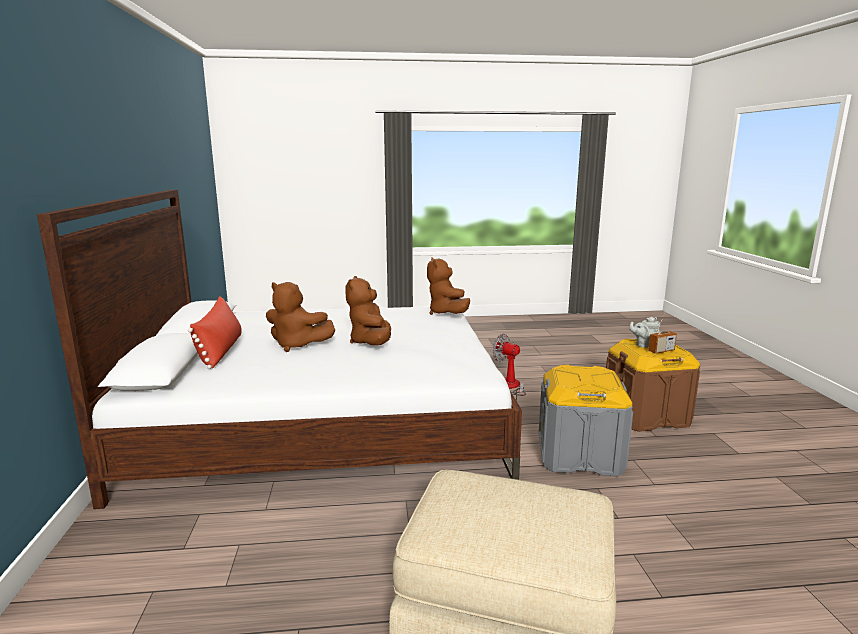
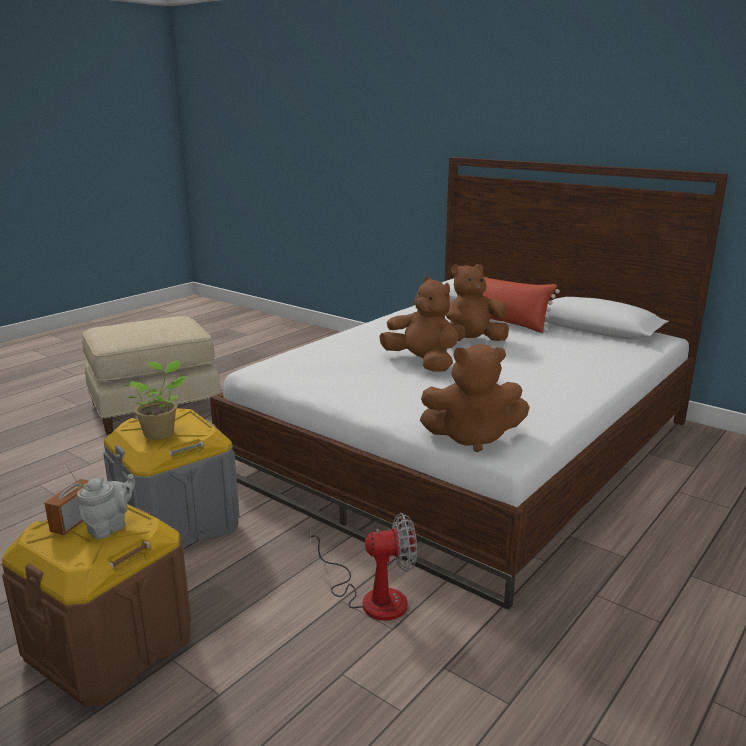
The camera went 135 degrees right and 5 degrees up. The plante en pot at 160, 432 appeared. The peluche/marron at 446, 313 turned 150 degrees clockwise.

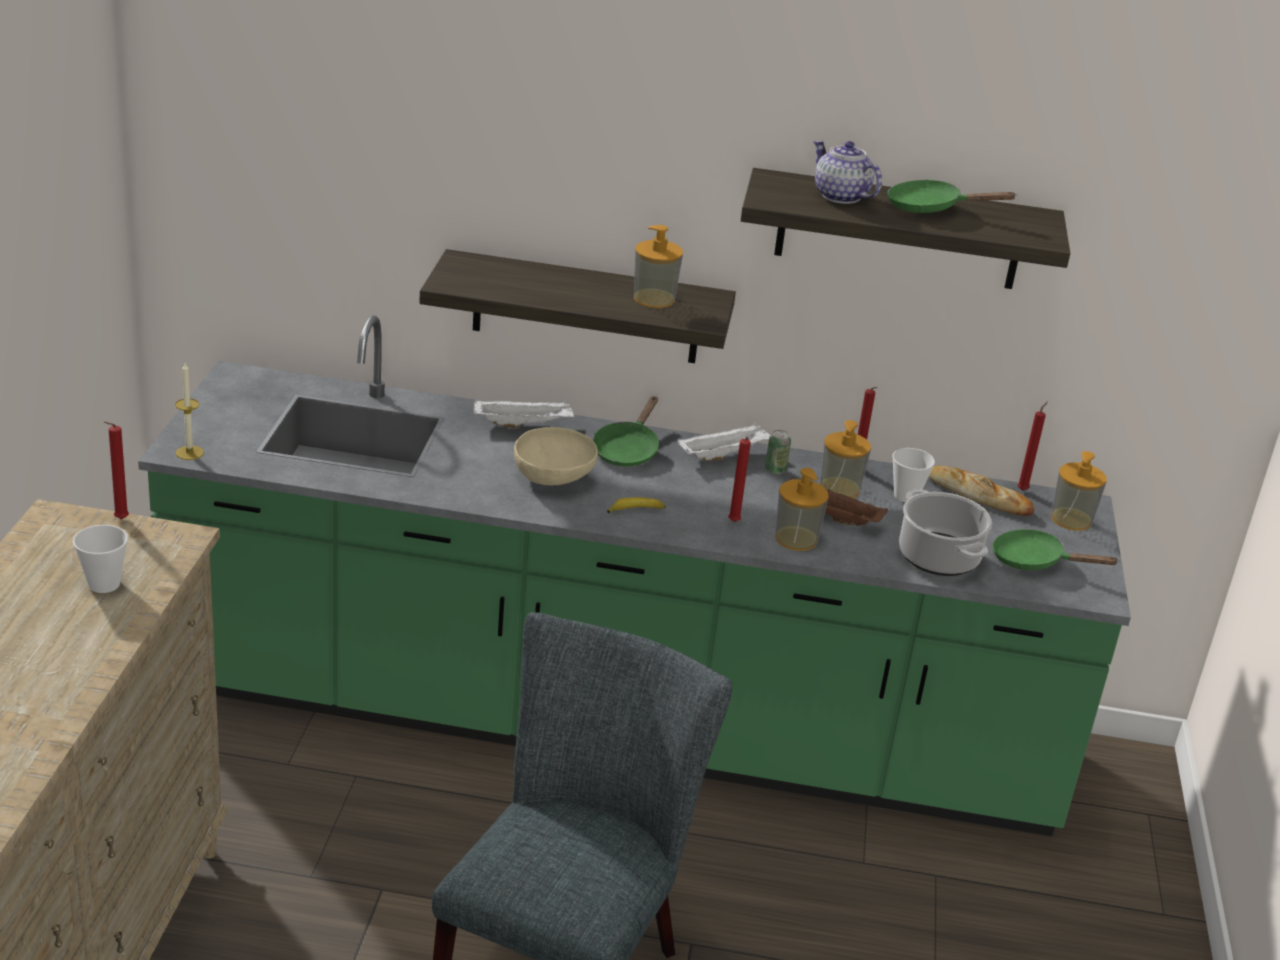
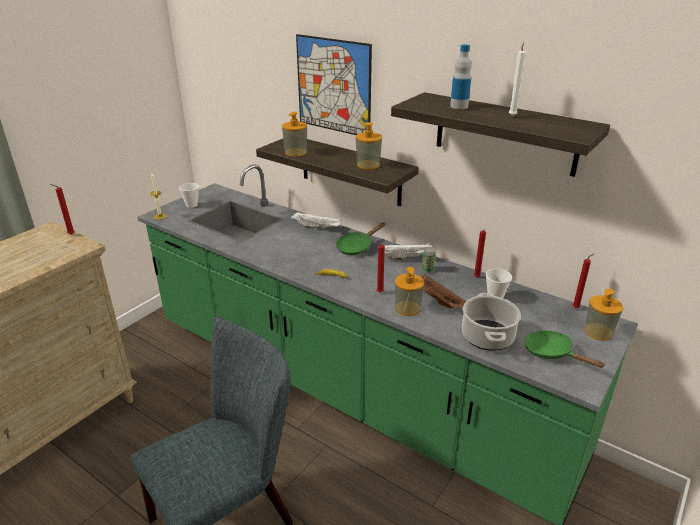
The camera went 30 degrees right and 0 degrees up. The tasse moved from 104, 584 to 191, 205. The distributeur de savon moved from 839, 488 to 295, 152. The tableau at 333, 85 appeared. The théière at 840, 196 was replaced by the bouteille at 459, 106. The poêle/vert at 930, 208 was replaced by the bougie/blanc at 512, 115. The bol/beige at 554, 478 disappeared. The pain at 978, 496 disappeared.

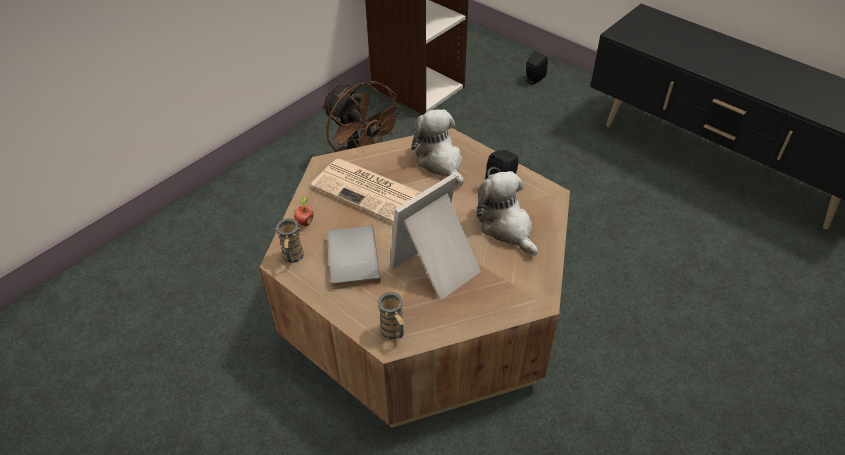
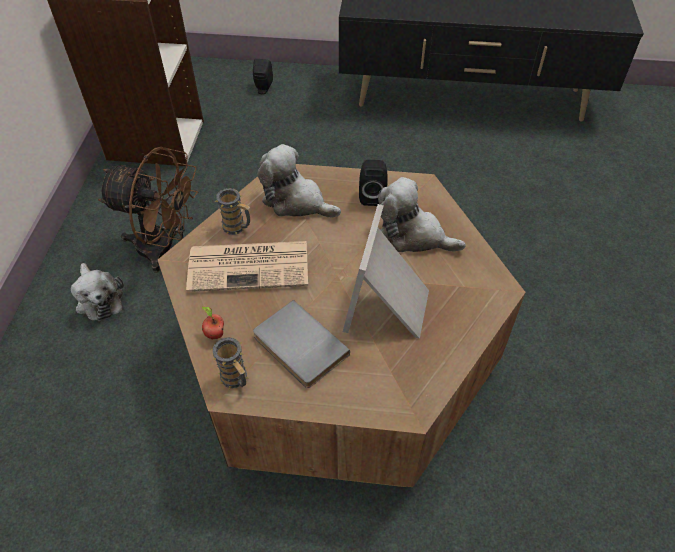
The camera went 35 degrees left and 5 degrees up. The peluche at 99, 299 appeared. The mug moved from 394, 333 to 237, 228.

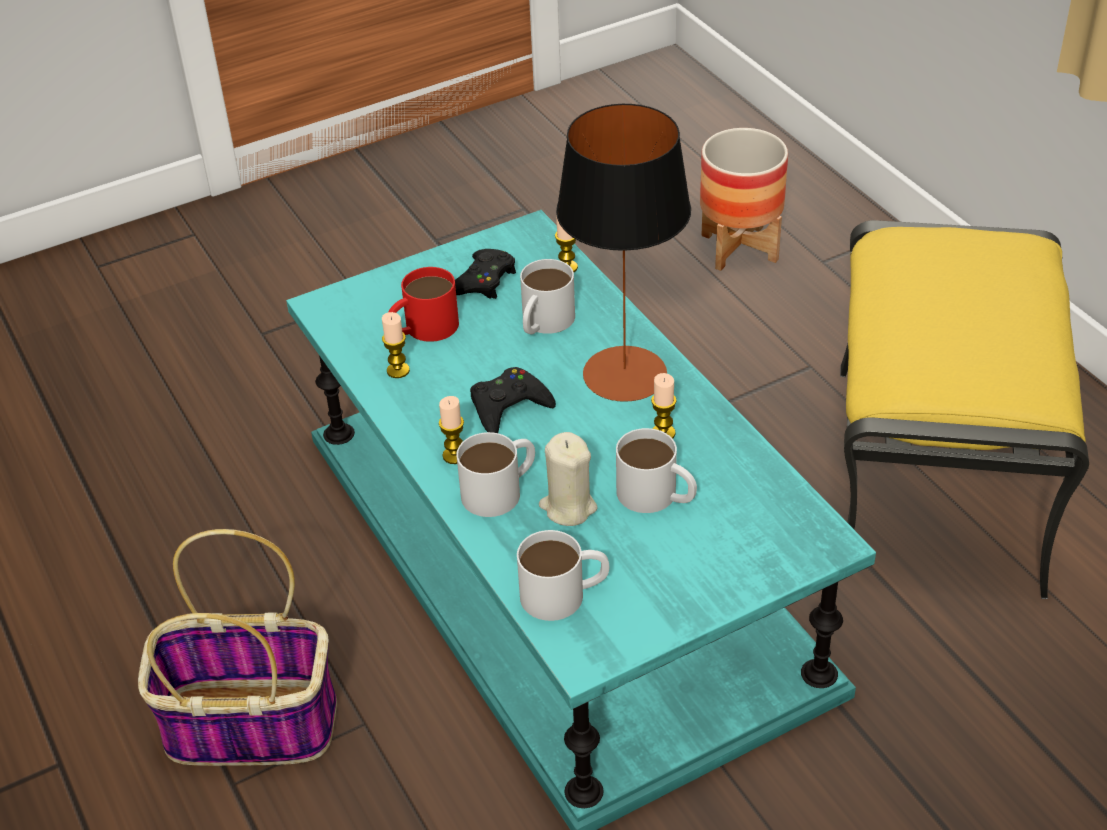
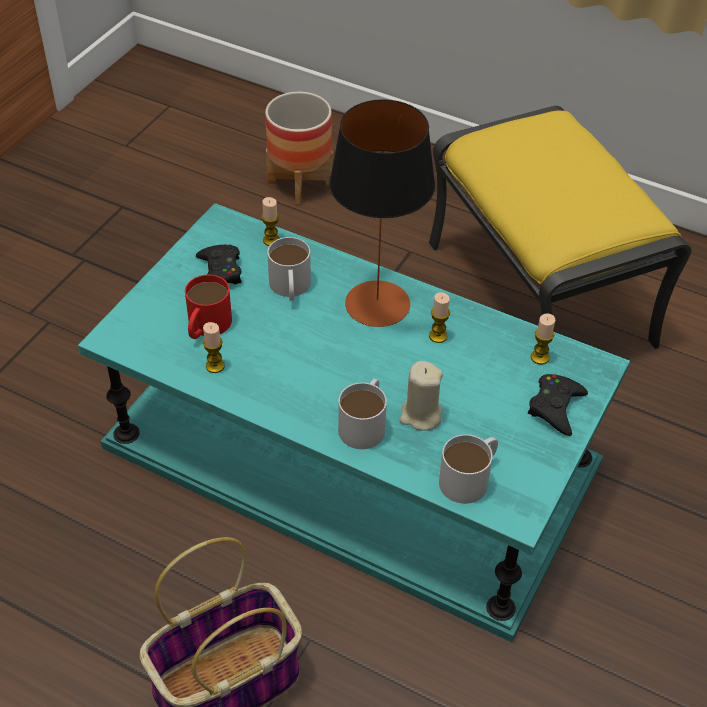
The camera went 35 degrees left and 5 degrees up. The manette/noir moved from 508, 407 to 555, 407. The bougie moved from 454, 455 to 540, 357. The mug/blanc at 657, 496 disappeared.

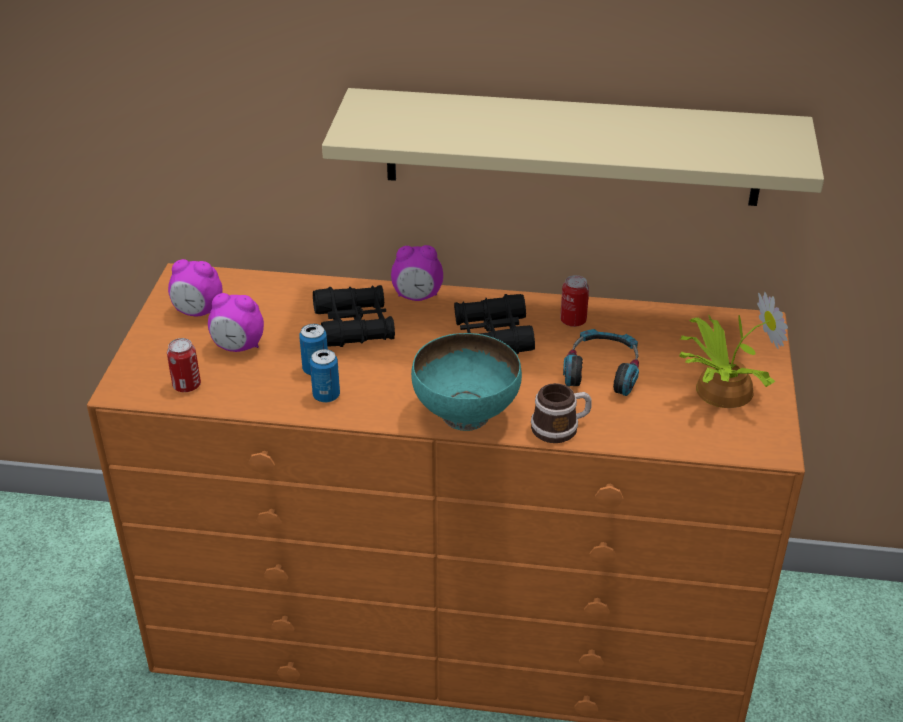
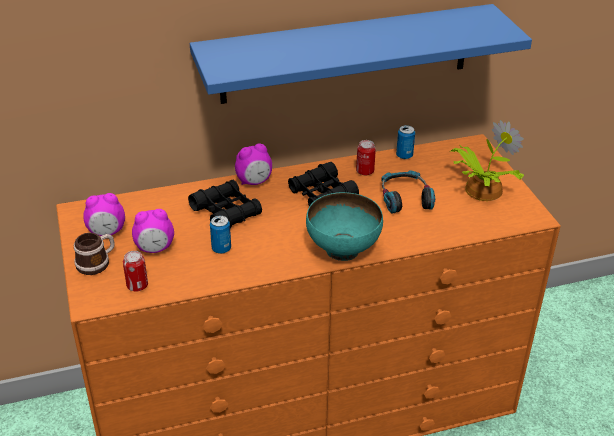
The camera went 25 degrees left and 0 degrees up. The mug moved from 561, 427 to 97, 263. The étagère/beige at 572, 147 became the étagère/bleu at 346, 54. The boîte métallique moved from 326, 396 to 404, 155.

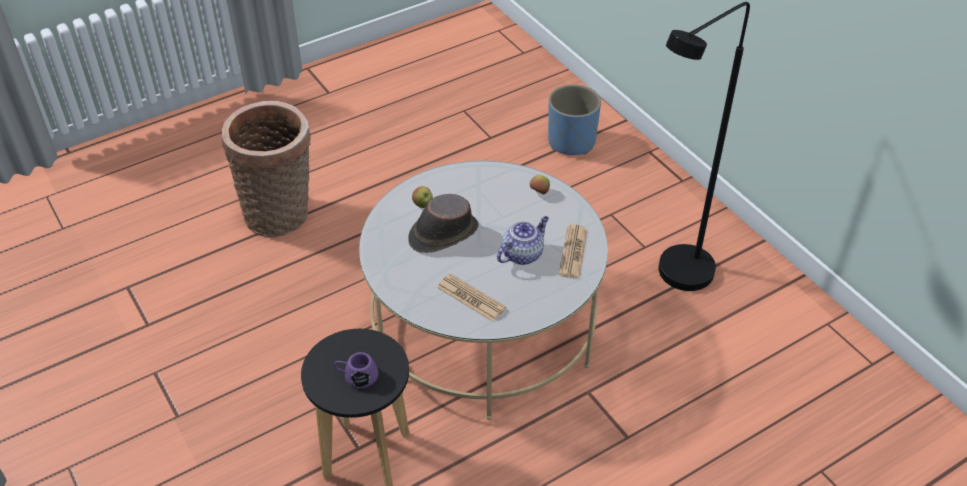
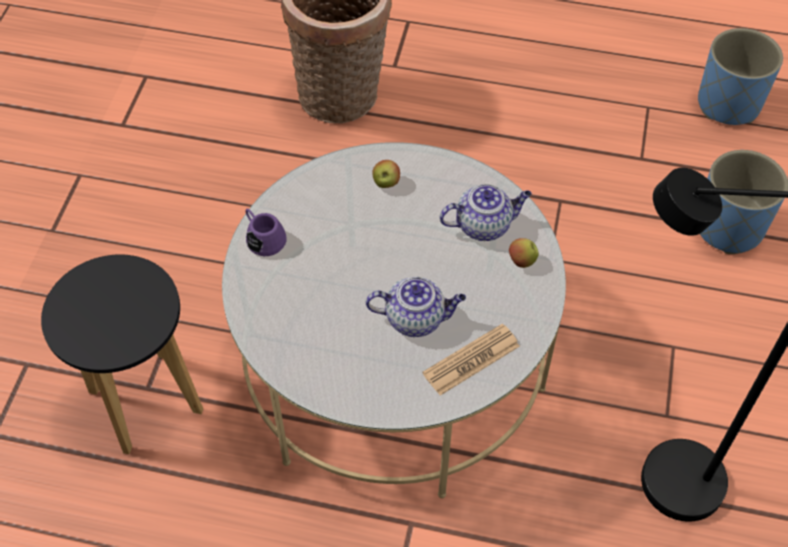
The camera went 45 degrees right and 10 degrees up. The mug/violet moved from 357, 376 to 263, 238. The théière at 484, 225 appeared. The cache-pot/bleu at 728, 104 appeared. The chapeau/marron at 442, 234 disappeared. The journal at 471, 298 disappeared.

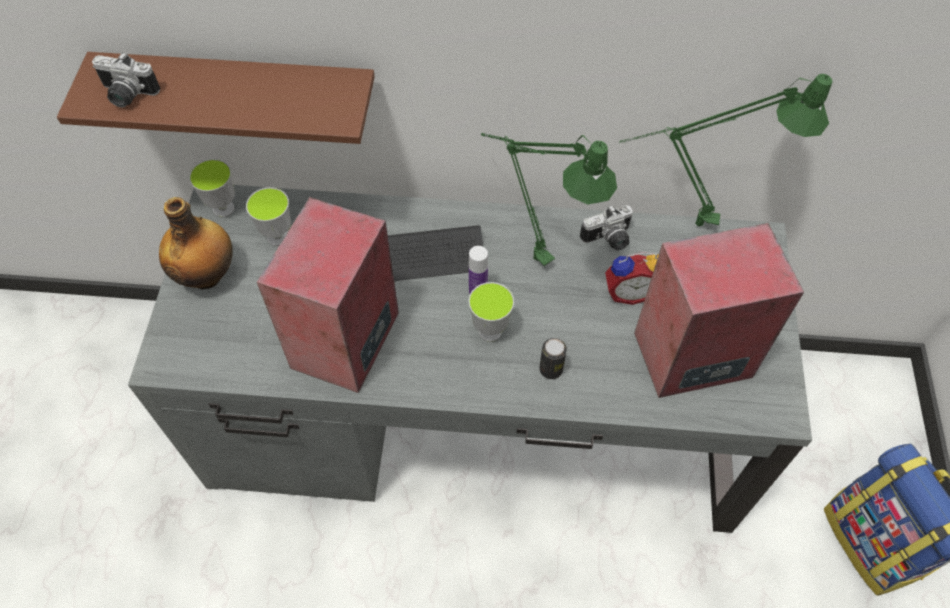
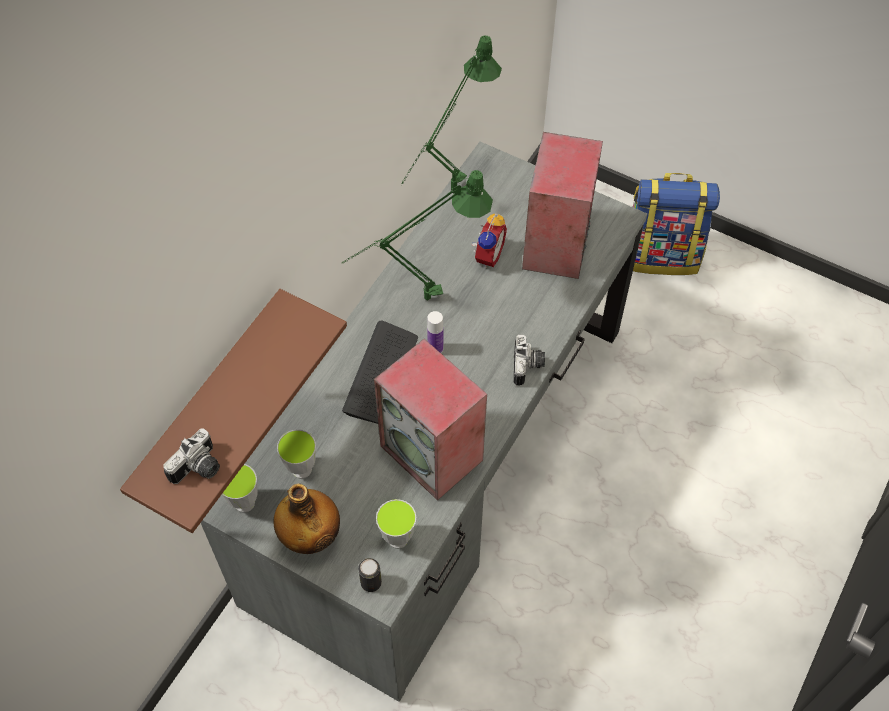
The camera went 65 degrees left and 0 degrees up. The boîte métallique moved from 551, 369 to 371, 582. The tasse moved from 490, 331 to 398, 538. The appareil photo moved from 609, 240 to 528, 366.

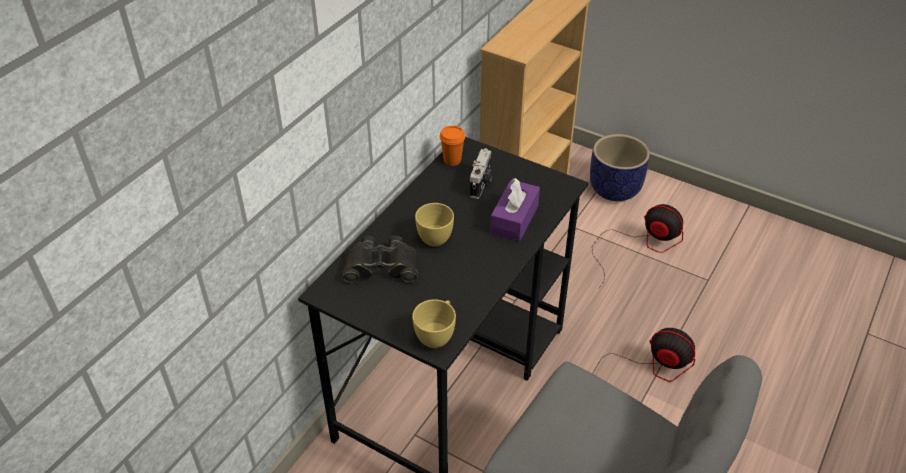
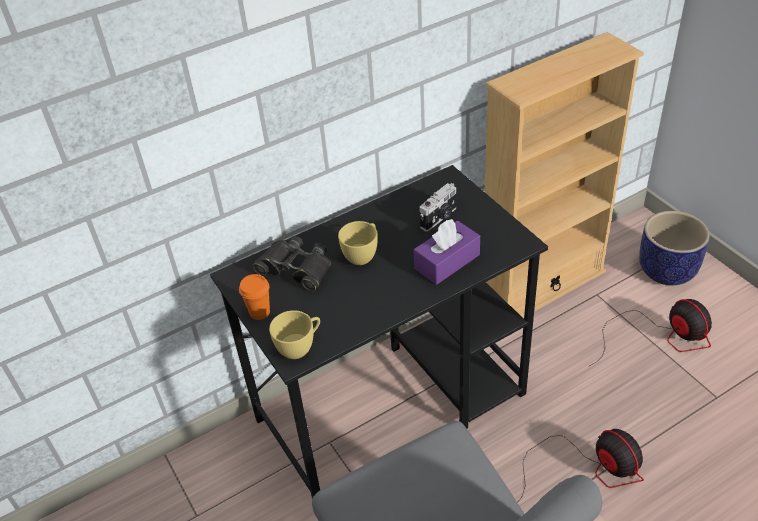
The camera went 30 degrees right and 0 degrees up. The tasse/orange moved from 452, 160 to 259, 312.

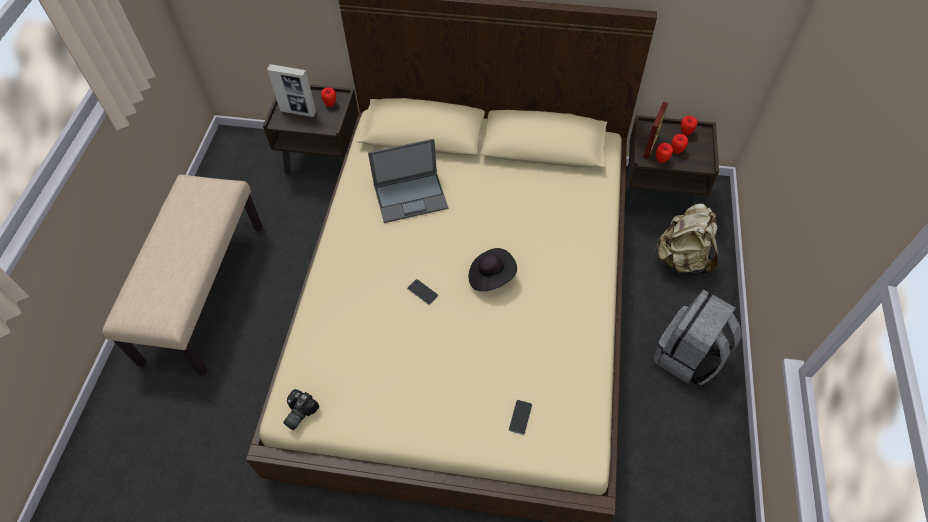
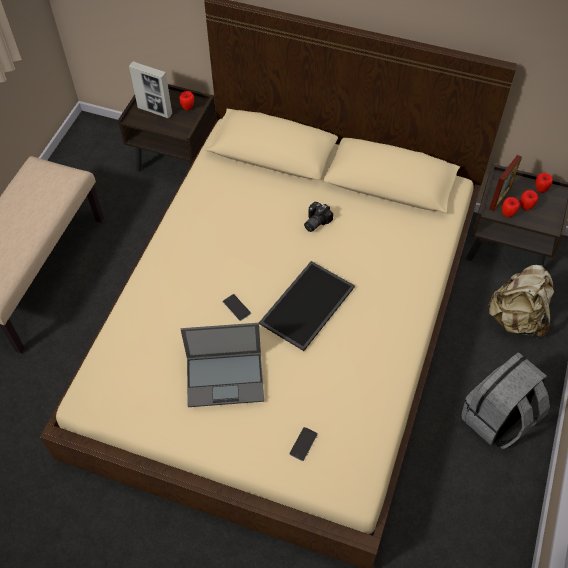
The camera went 10 degrees right and 0 degrees up. The ordinateur portable moved from 411, 197 to 226, 378. The chapeau/noir at 491, 276 was replaced by the plateau at 306, 304. The appareil photo moved from 298, 413 to 315, 222.

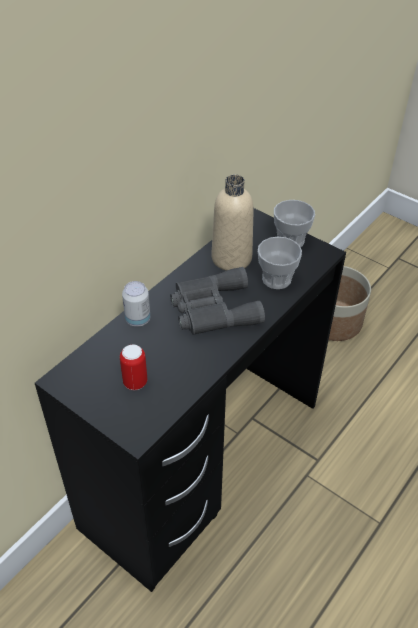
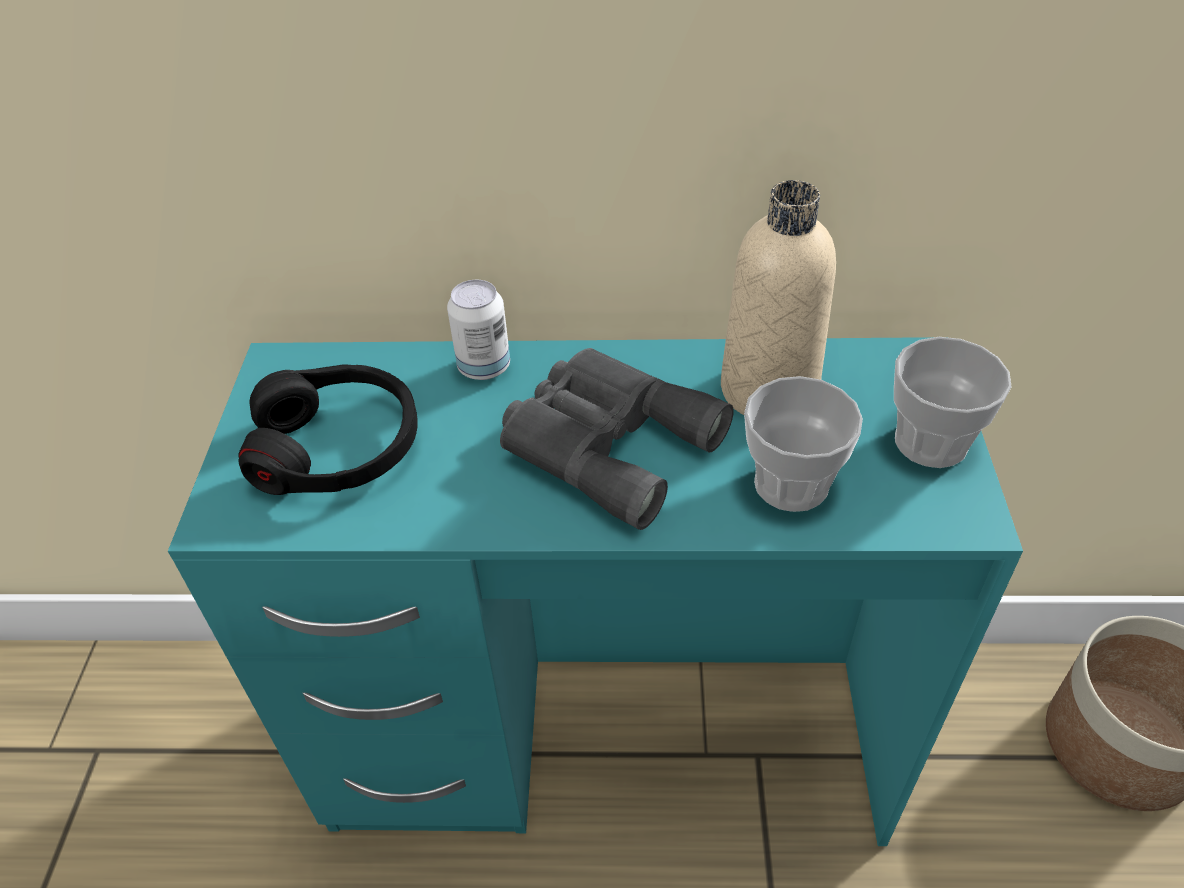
The camera went 55 degrees right and 0 degrees up. The bureau/noir at 203, 462 became the bureau/turquoise at 606, 742. The boîte métallique at 135, 382 was replaced by the casque audio/noir at 337, 447.

